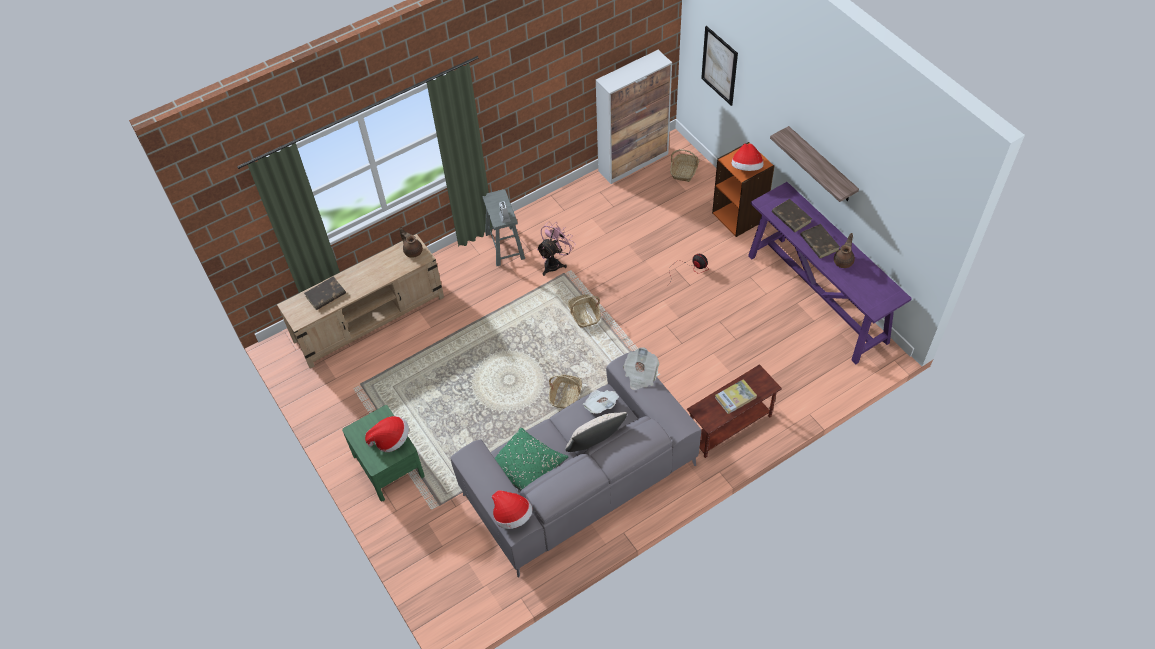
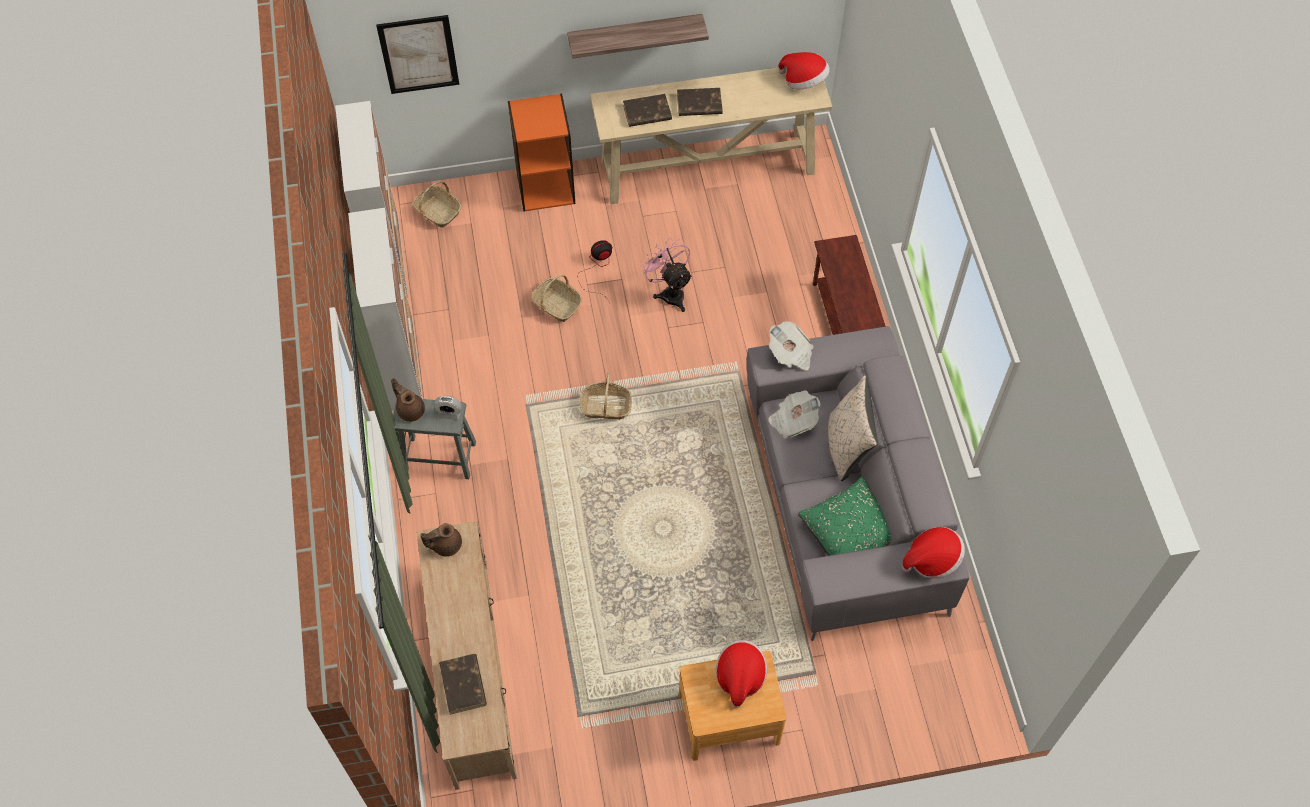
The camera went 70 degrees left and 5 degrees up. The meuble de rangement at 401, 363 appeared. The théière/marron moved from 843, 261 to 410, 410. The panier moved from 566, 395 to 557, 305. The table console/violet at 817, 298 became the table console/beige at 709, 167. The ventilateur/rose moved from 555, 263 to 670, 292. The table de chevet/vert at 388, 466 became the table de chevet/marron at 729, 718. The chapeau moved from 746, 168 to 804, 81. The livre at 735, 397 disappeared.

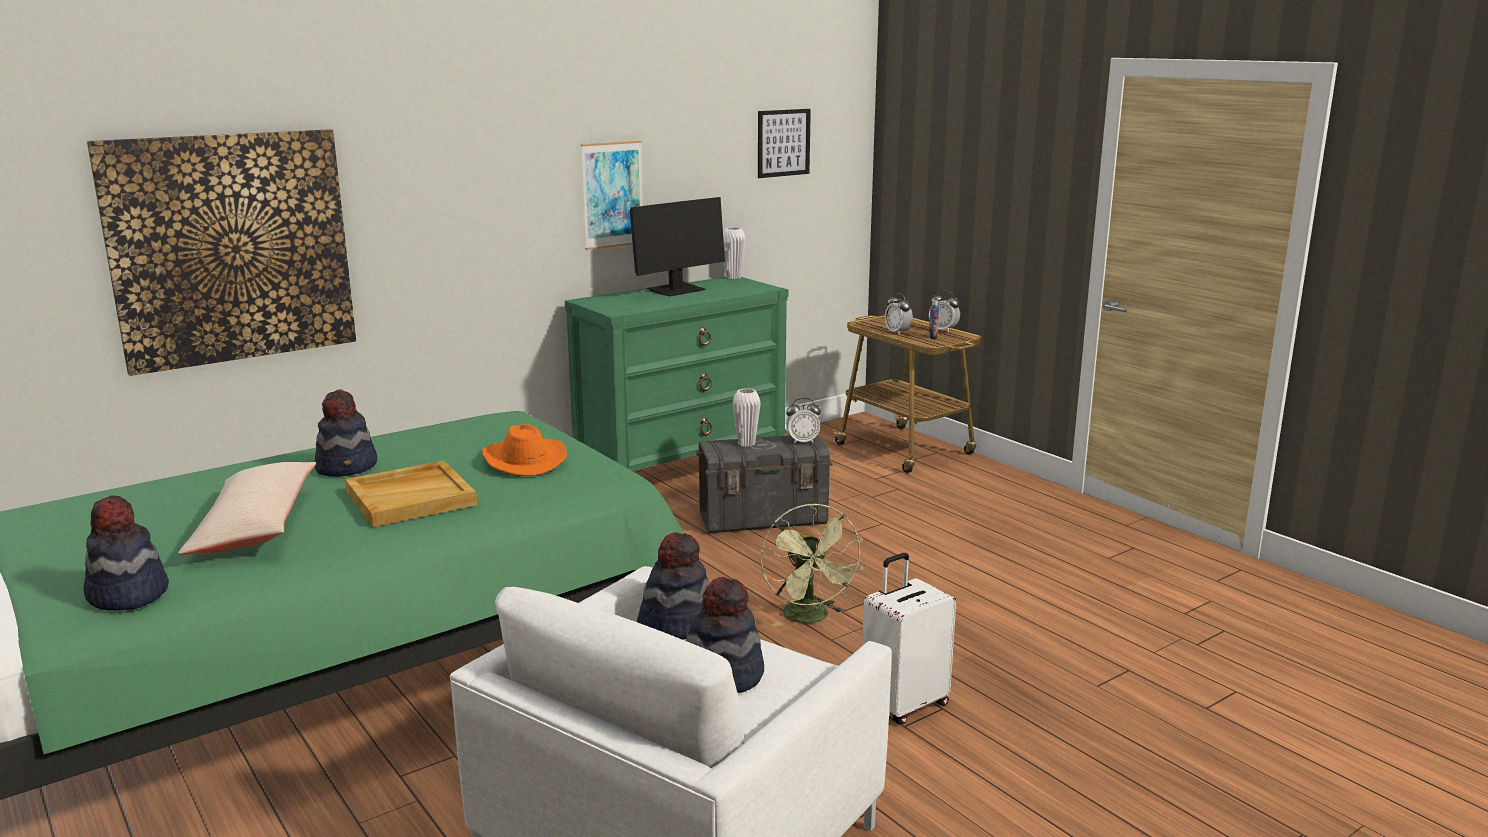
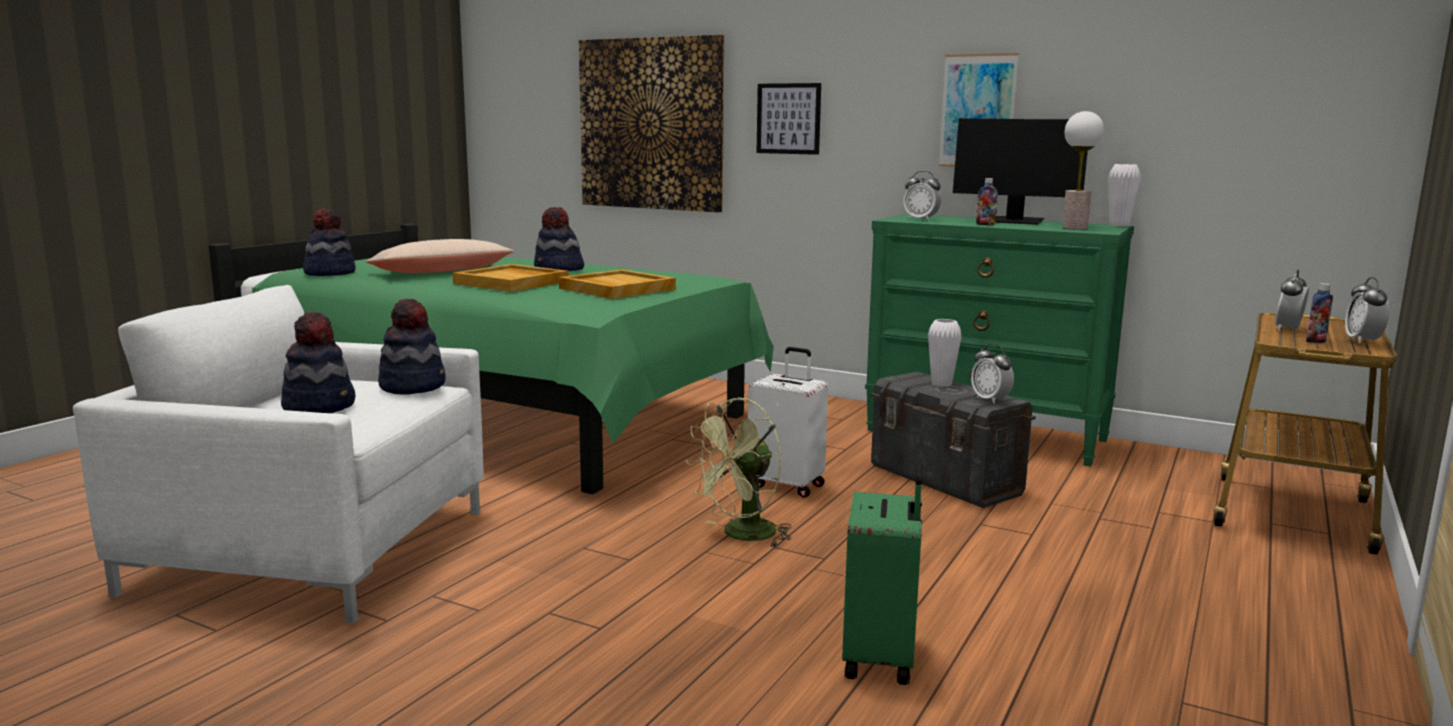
The camera went 65 degrees right and 5 degrees down. The chapeau/orange at 523, 460 was replaced by the plateau/beige at 616, 289. The valise/blanc moved from 904, 704 to 787, 485. The tableau moved from 783, 143 to 788, 118. The valise/vert at 881, 659 appeared. The réveil at 921, 220 appeared. The bouteille at 985, 224 appeared. The lampe de table at 1074, 228 appeared.

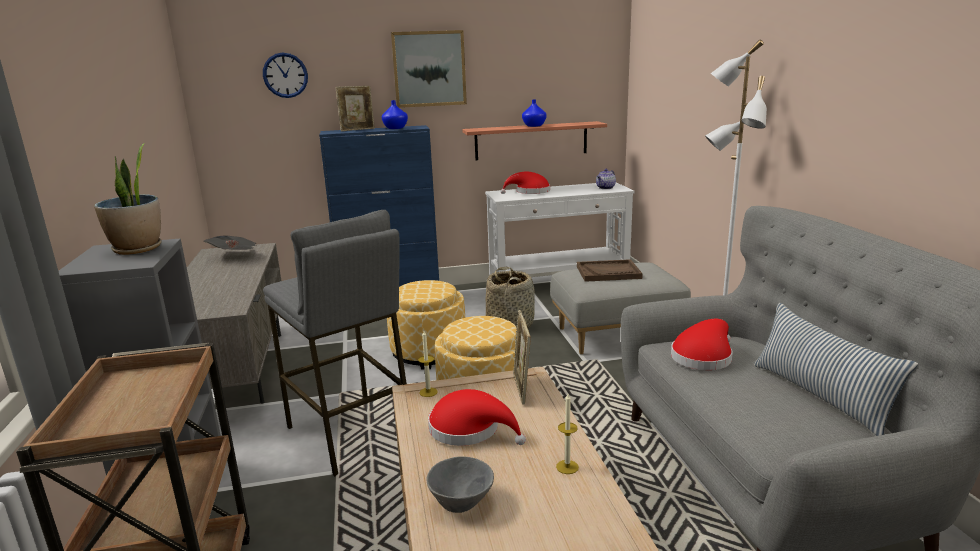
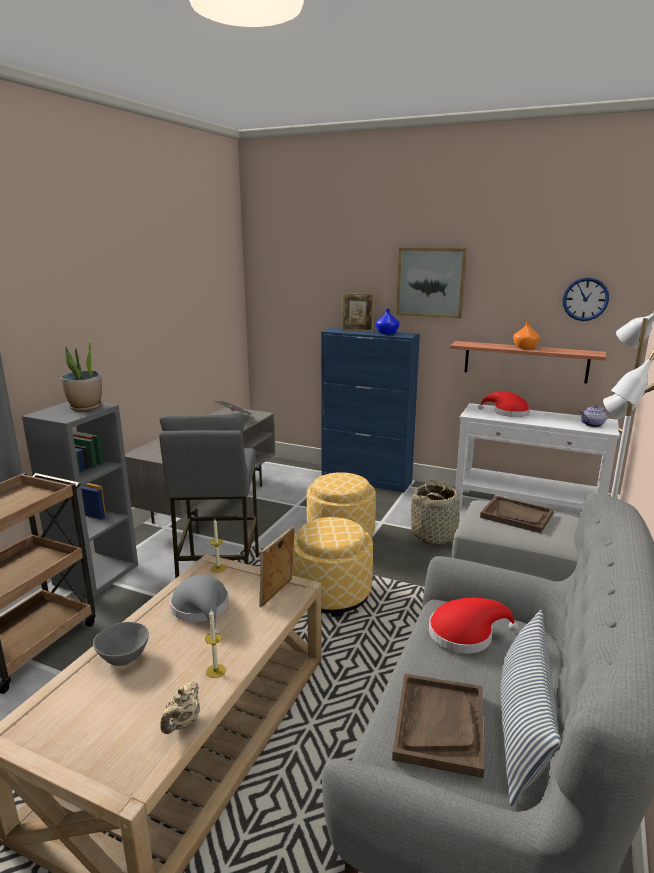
The camera went 35 degrees right and 0 degrees up. The théière/beige at 182, 723 appeared. The chapeau/rouge at 470, 429 became the chapeau/gris at 202, 609. The plateau/marron at 439, 724 appeared. The vase/bleu at 534, 126 became the vase/orange at 525, 347. The horloge murale moved from 285, 75 to 585, 299.

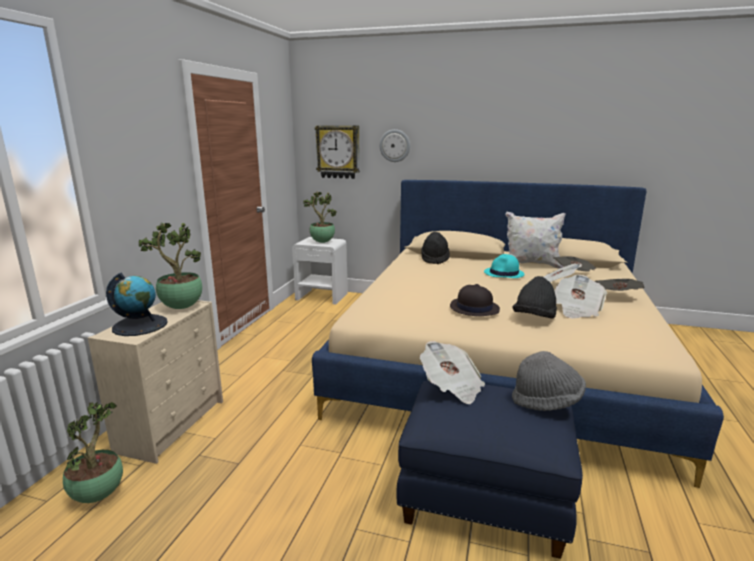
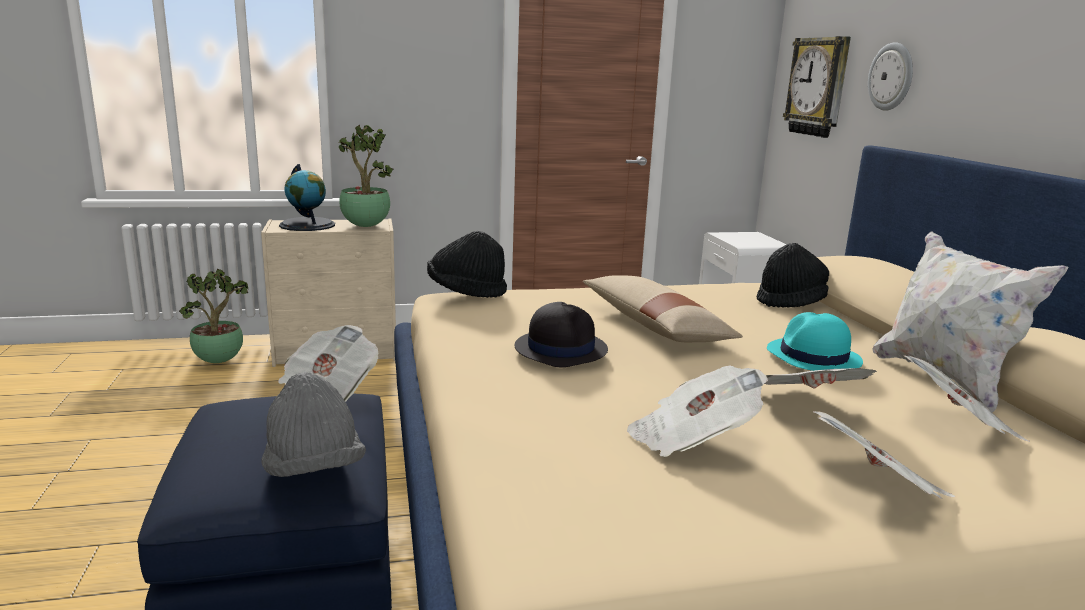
The camera went 60 degrees right and 0 degrees up. The chapeau/noir moved from 534, 318 to 466, 292. The coussin/beige at 654, 326 appeared. The plante en pot at 321, 242 disappeared.

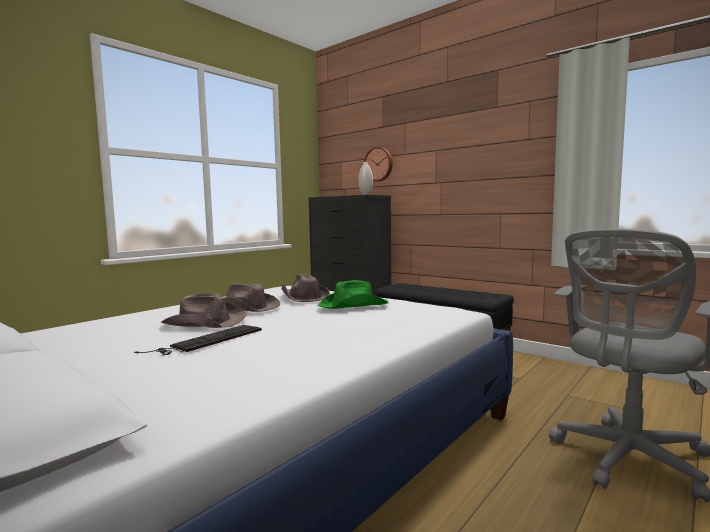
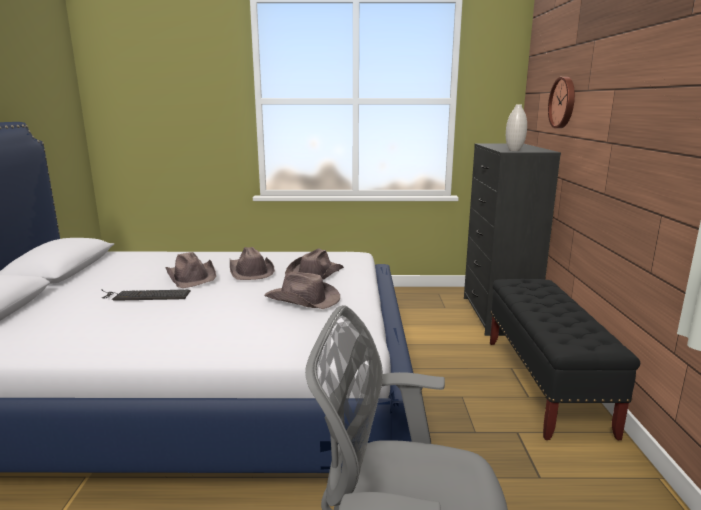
The camera went 50 degrees right and 10 degrees up. The chapeau/vert at 354, 305 became the chapeau/marron at 303, 299.

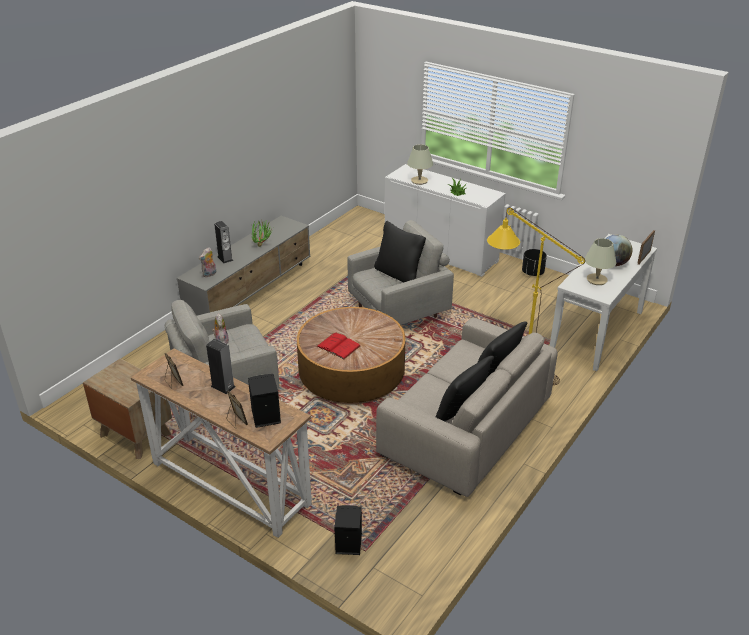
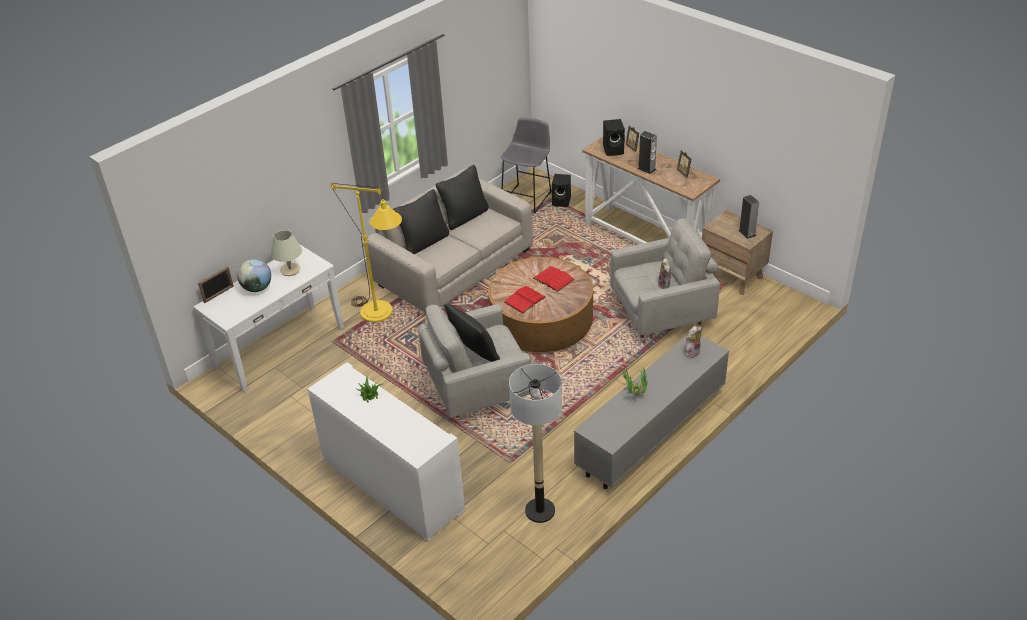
The camera went 170 degrees left and 5 degrees up. The tabouret/gris at 528, 197 appeared. The livre/rouge at 524, 300 appeared. The lampadaire at 539, 511 appeared. The enceinte moved from 225, 258 to 747, 233. The lampe de table/beige at 419, 181 disappeared. The cache-pot/noir at 533, 273 disappeared.

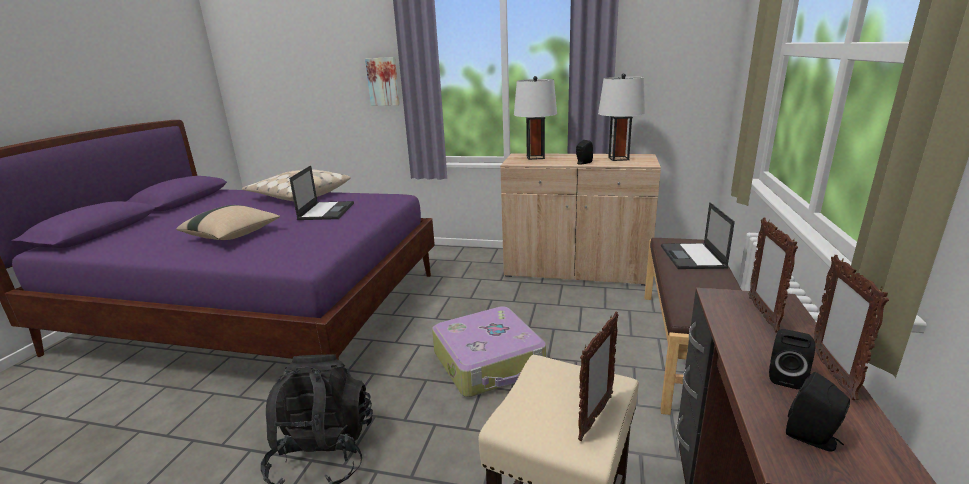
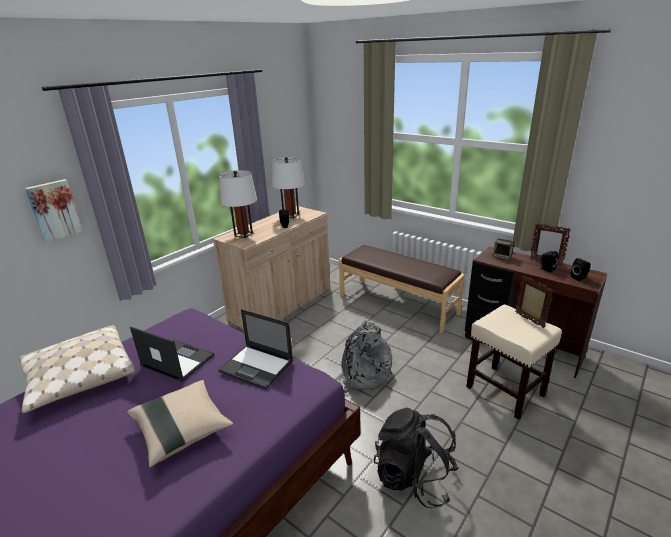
The camera went 65 degrees left and 5 degrees up. The ordinateur portable moved from 693, 257 to 257, 366. The valise at 489, 362 was replaced by the sac à dos/gris at 362, 375. The cadre photo at 762, 314 was replaced by the enceinte at 502, 257.

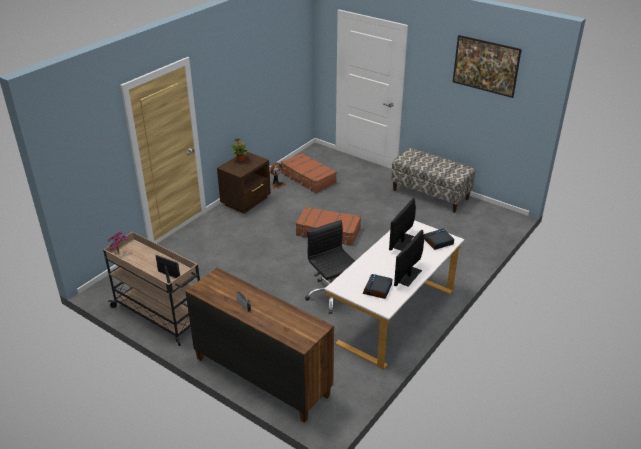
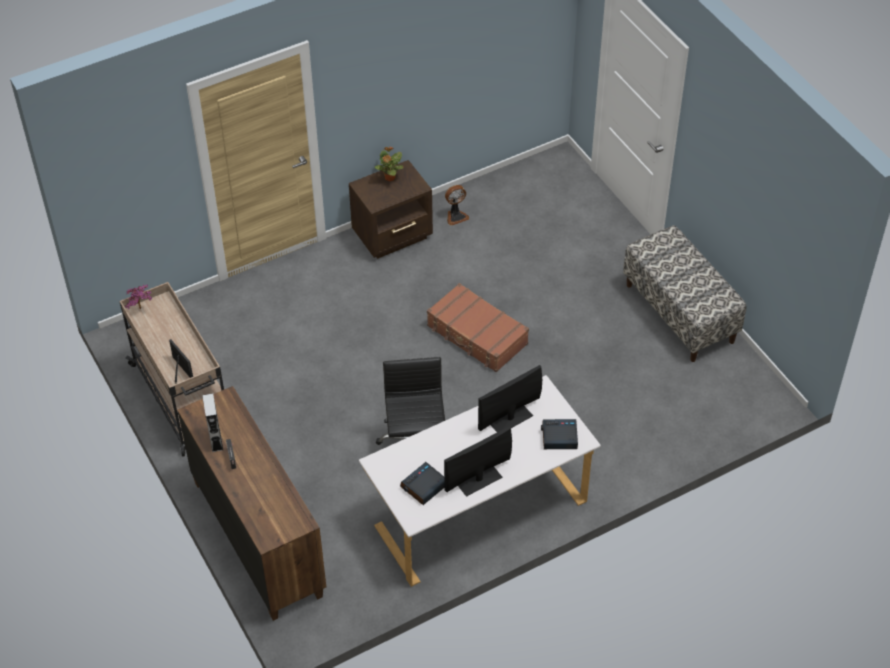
The camera went 25 degrees right and 15 degrees up. The enceinte/gris at 216, 440 appeared. The valise/marron at 308, 178 disappeared. The tableau at 484, 77 disappeared.

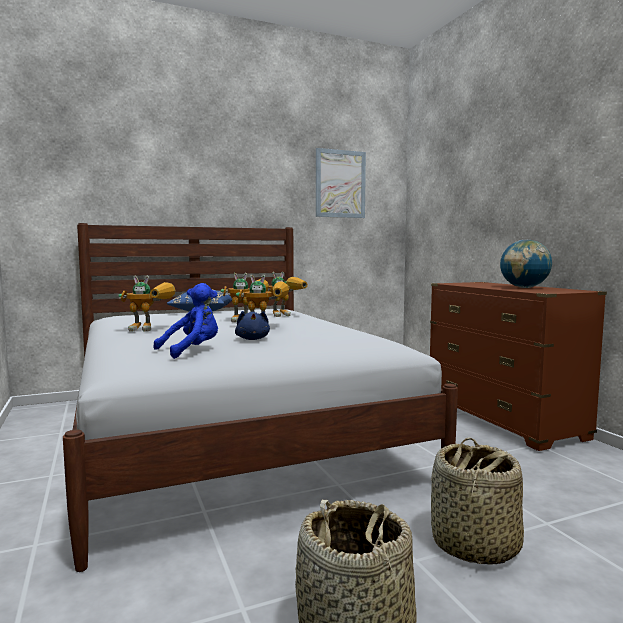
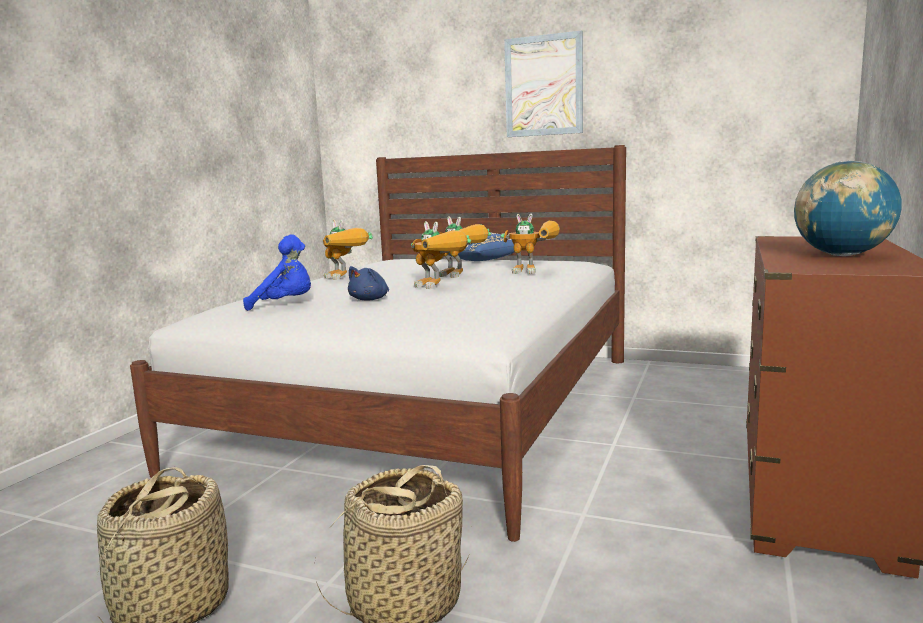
The camera went 45 degrees right and 5 degrees up. The tableau moved from 340, 184 to 543, 86.

